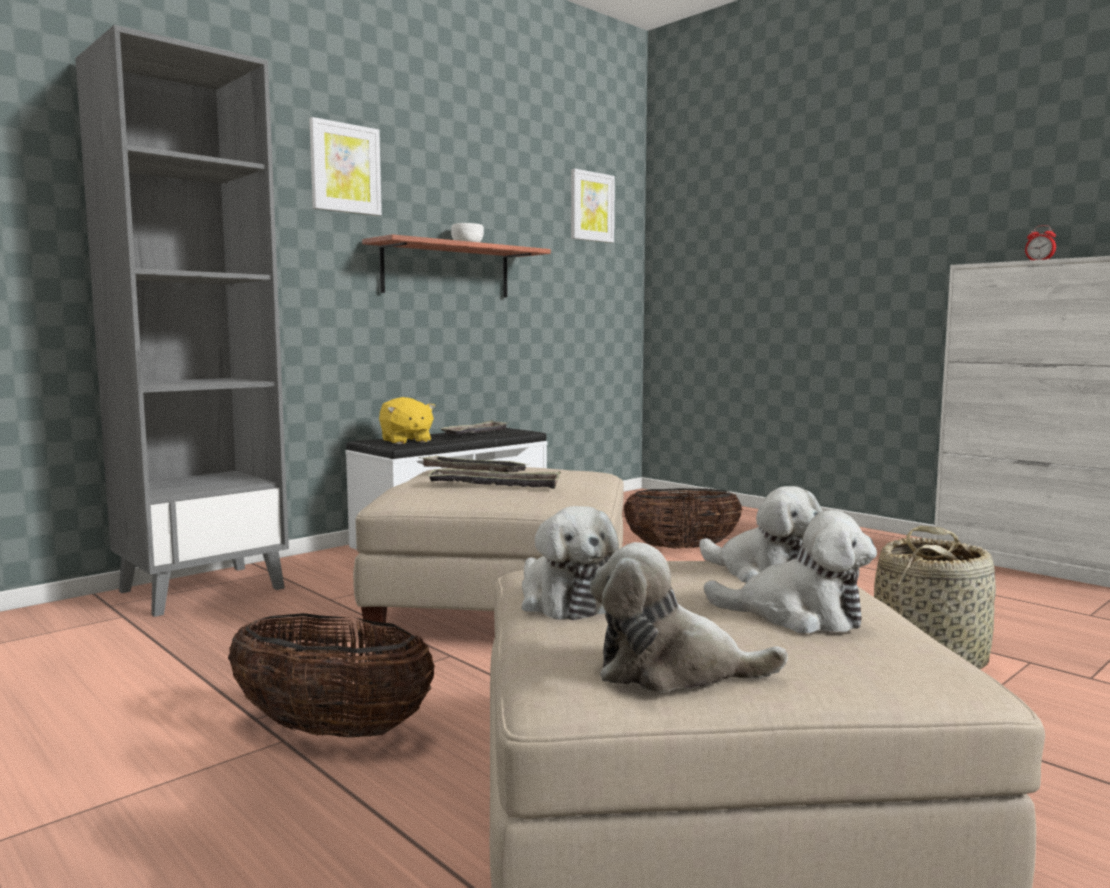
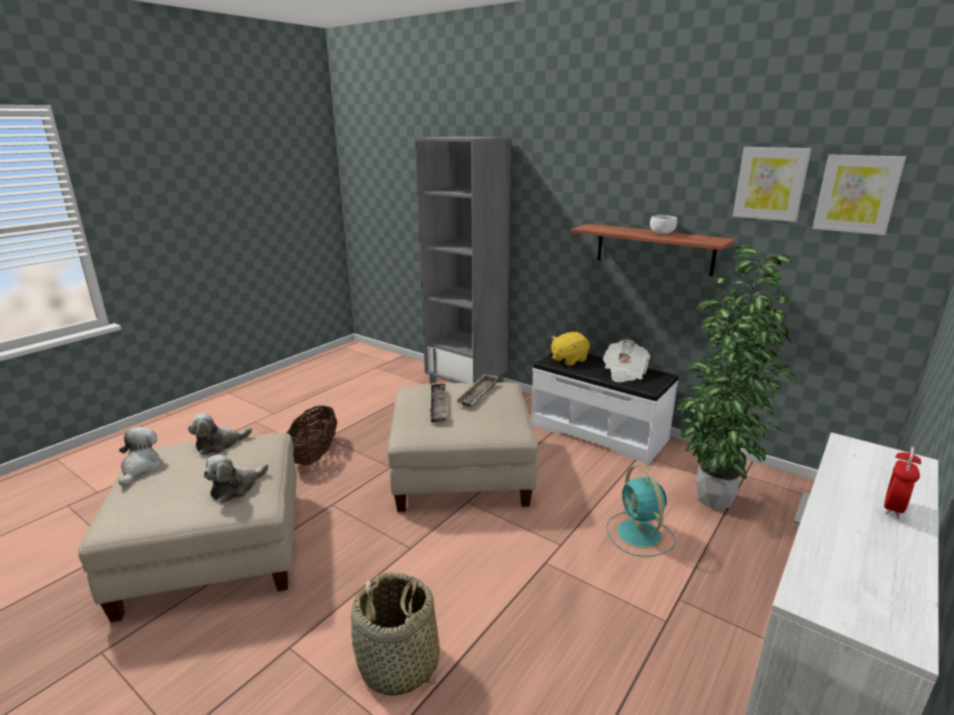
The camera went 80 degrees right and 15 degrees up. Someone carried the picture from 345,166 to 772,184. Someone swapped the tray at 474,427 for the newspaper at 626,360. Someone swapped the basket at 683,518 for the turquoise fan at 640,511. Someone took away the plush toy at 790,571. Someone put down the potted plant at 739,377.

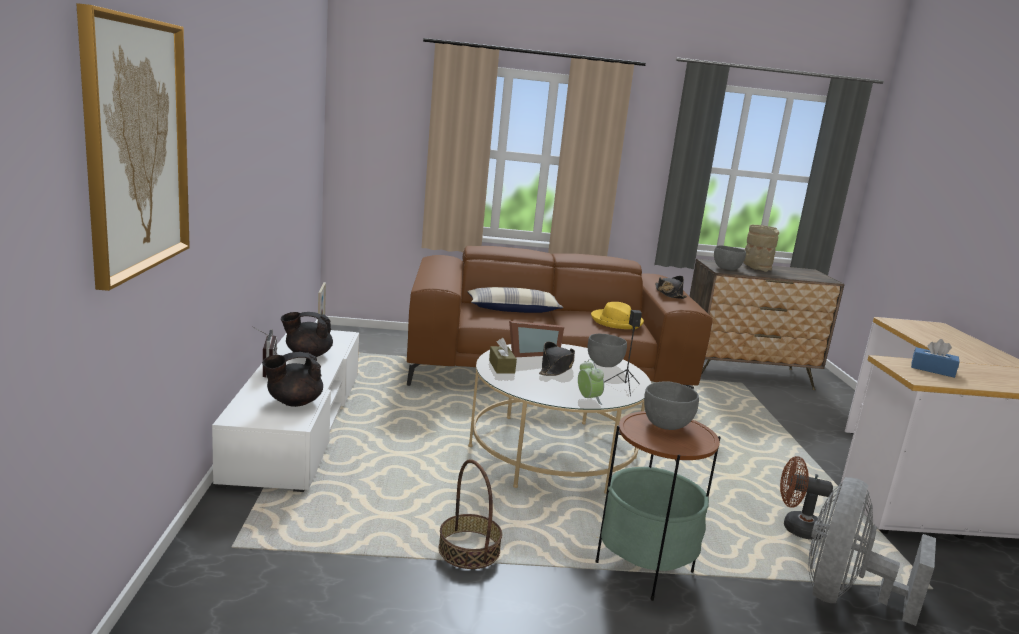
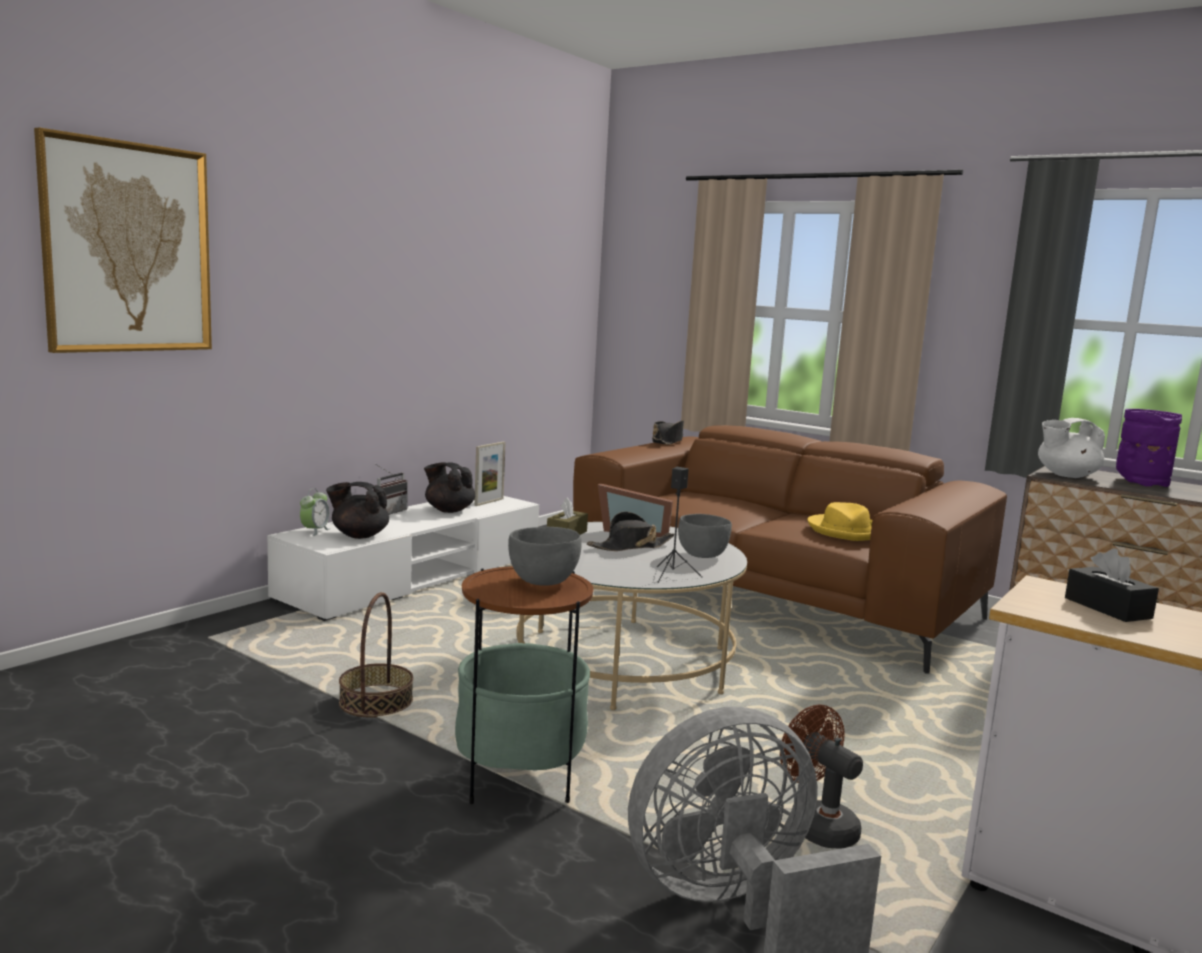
The camera went 40 degrees right and 5 degrees down. Someone took away the pillow at 515,300. Someone carried the alarm clock from 591,382 to 315,512. Someone carried the black hat from 671,287 to 668,433. Someone swapped the grey bowl at 730,258 for the white teapot at 1071,448. Someone repainted the beige vase at 761,248, which became the purple vase at 1149,448. Someone repainted the blue tissue box at 935,358, which became the black tissue box at 1112,585.

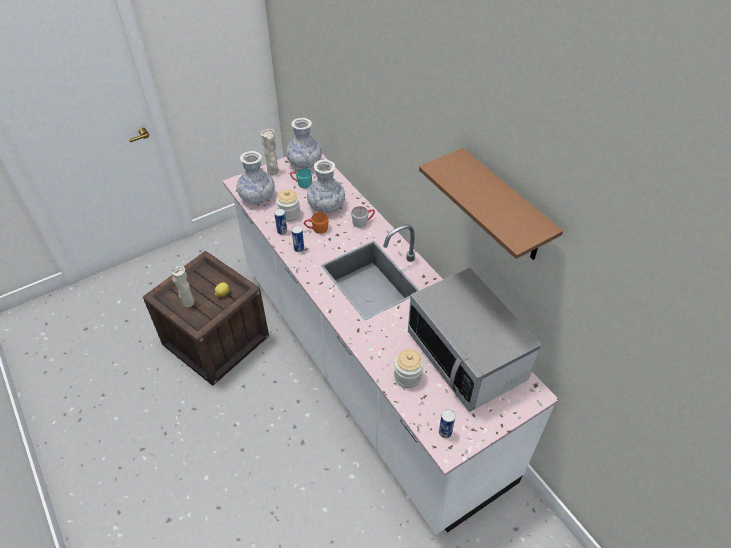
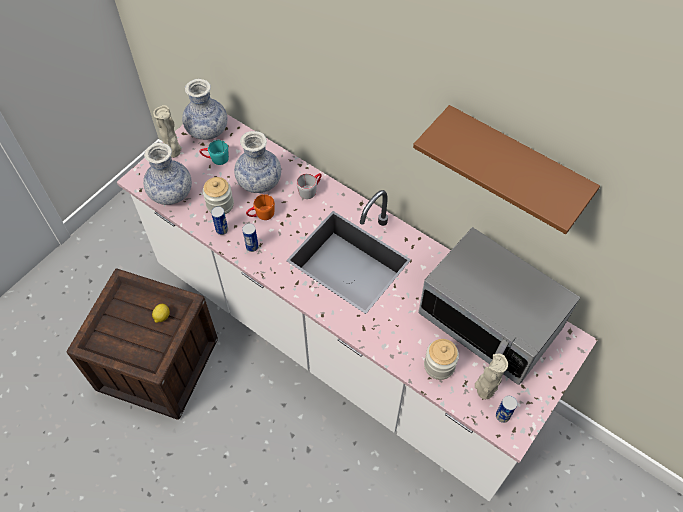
The camera went 20 degrees left and 10 degrees up. Someone carried the beige vase from 182,286 to 491,376.

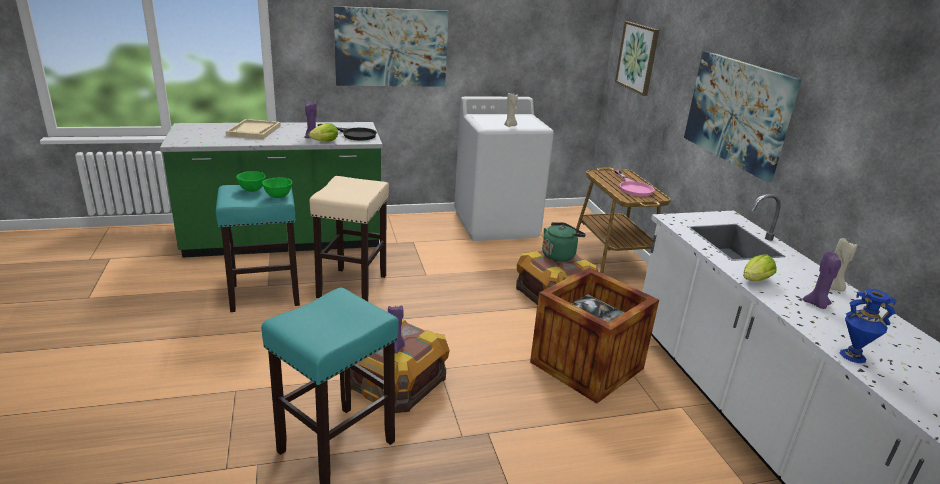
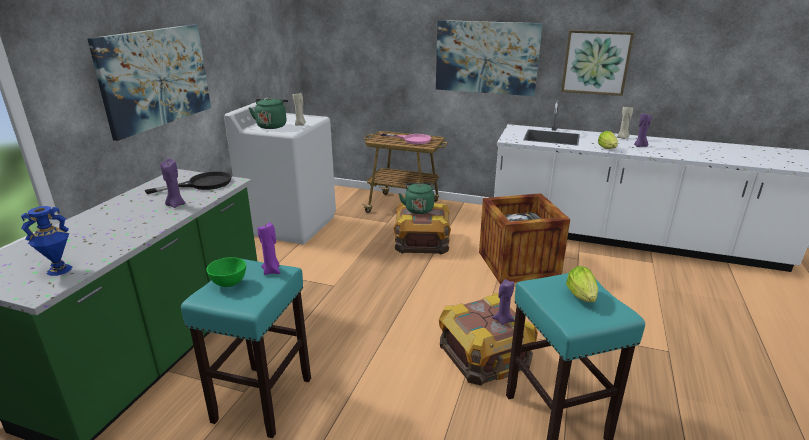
The camera went 55 degrees left and 0 degrees up. Someone took away the beige tray at 253,129. Someone swapped the green bowl at 277,188 for the purple candle at 268,248. Someone carried the lettuce from 323,132 to 582,284. Someone took away the beige stool at 349,238. Someone carried the picture from 637,58 to 597,63. Someone carried the blue vase from 868,326 to 46,241. Someone put down the green kettle at 268,113.

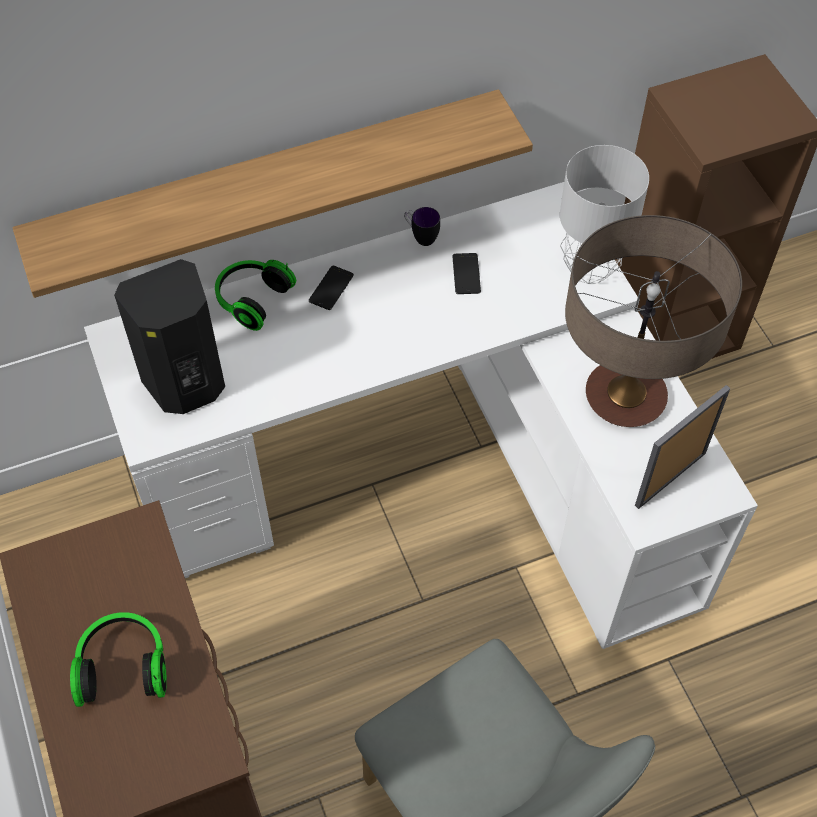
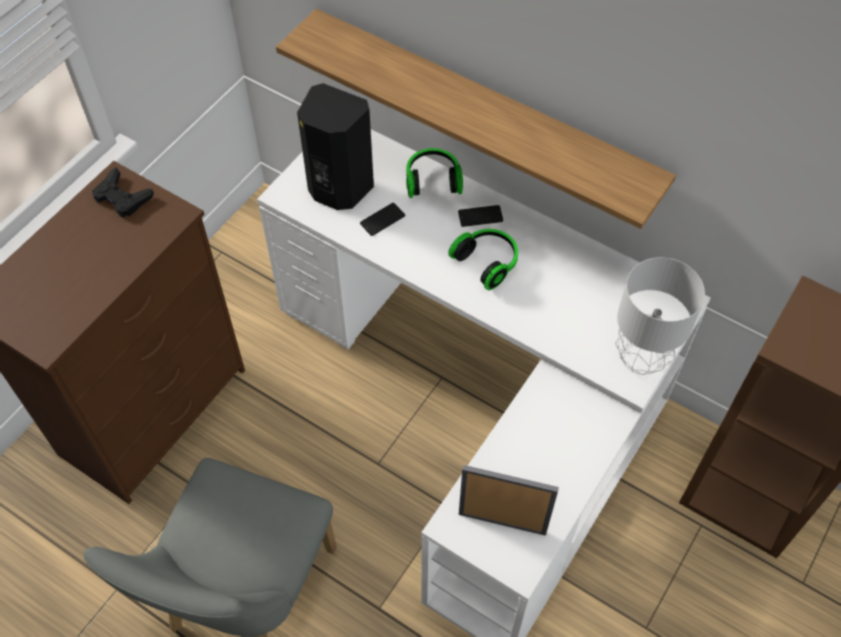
The camera went 55 degrees right and 0 degrees up. Someone carried the headphones from 118,659 to 483,259. Someone took away the mug at 422,226. Someone carried the phone from 466,273 to 382,219. Someone took away the table lamp at 653,321. Someone put down the black game controller at 123,192.

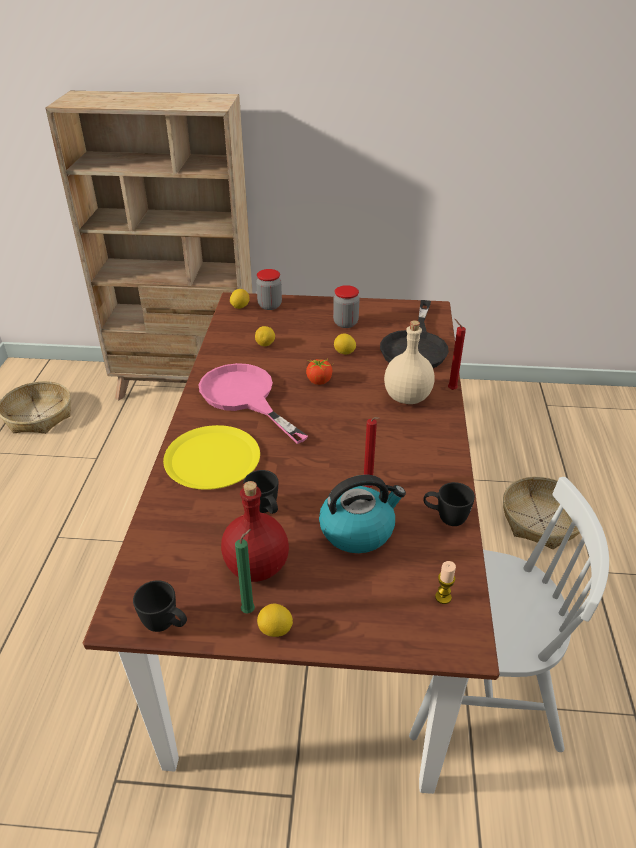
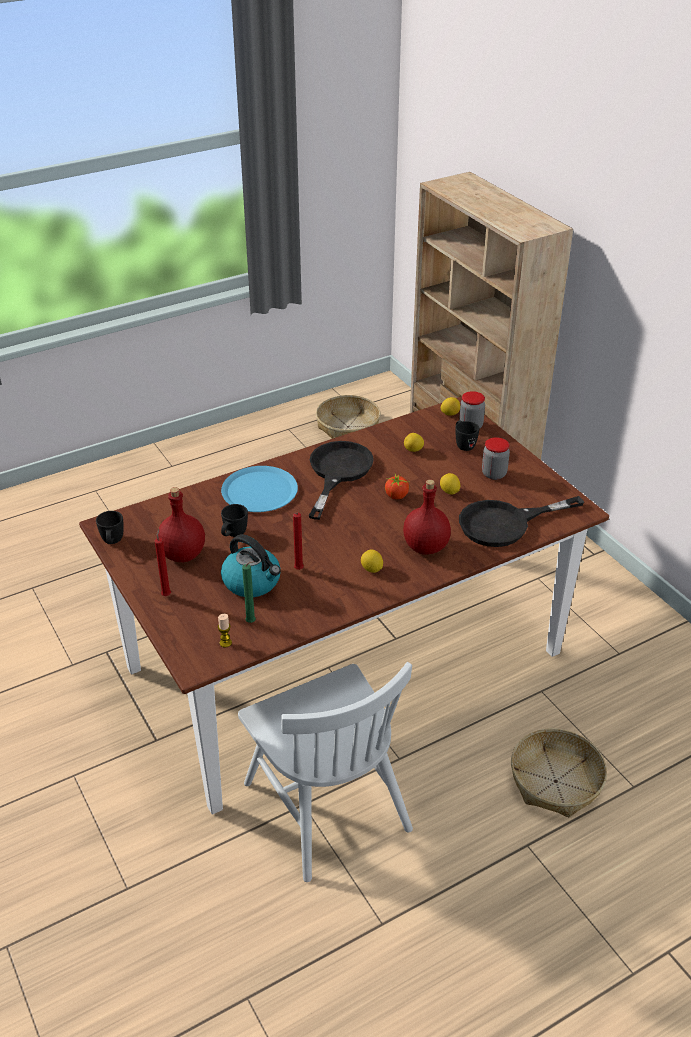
The camera went 55 degrees right and 0 degrees up. Someone repainted the yellow plate at 211,457, which became the blue plate at 259,489. Someone repainted the pink frying pan at 253,403, which became the black frying pan at 341,480. Someone carried the green candle from 245,571 to 249,592. Someone carried the lemon from 275,620 to 372,561. Someone repainted the beige bottle at 409,362, which became the red bottle at 427,516. Someone carried the black mug from 449,504 to 467,436. Someone carried the red candle from 457,354 to 163,562.

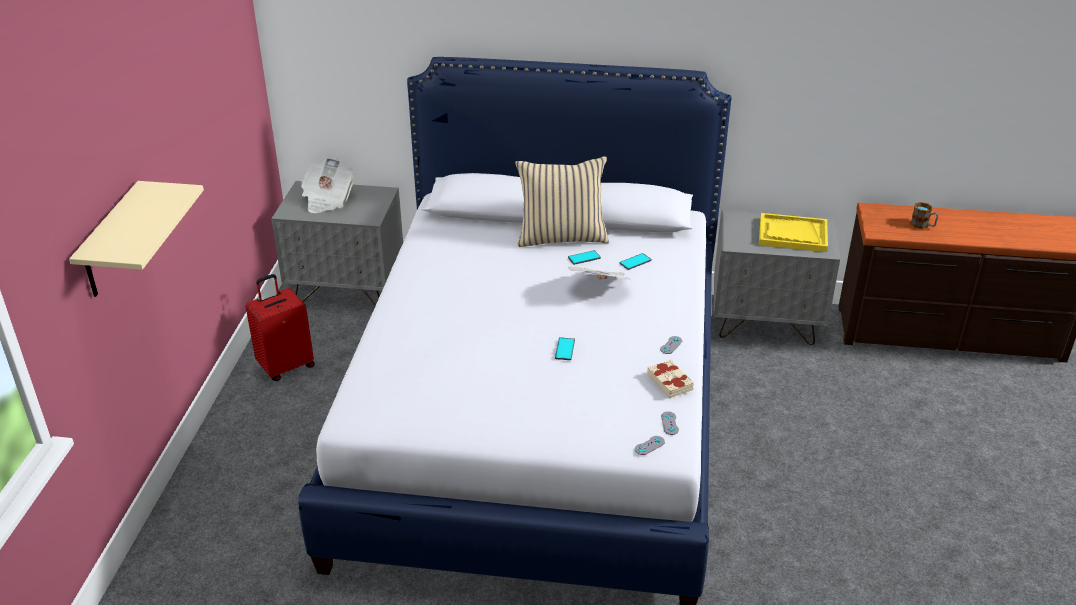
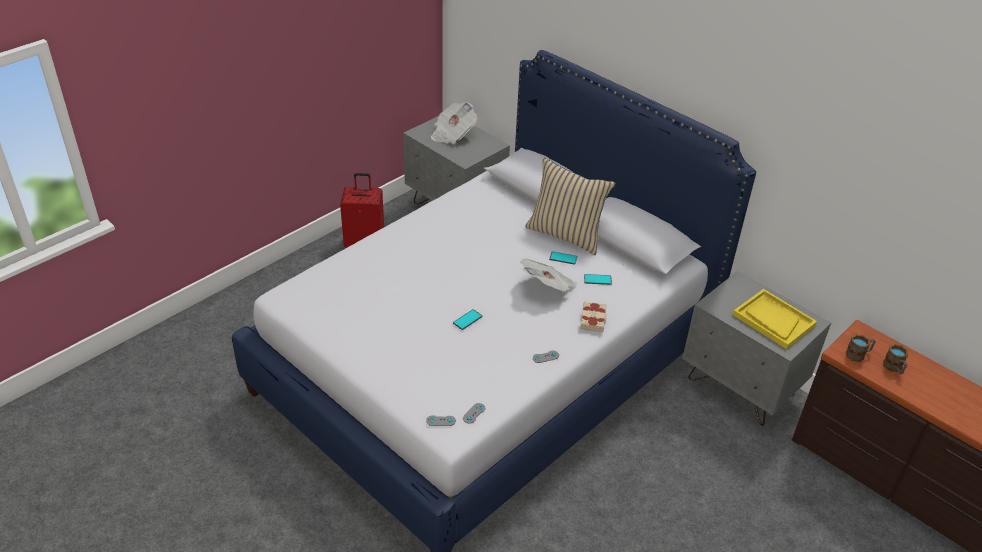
The camera went 35 degrees right and 5 degrees up. Someone took away the beige shelf at 136,239. Someone carried the beige book from 670,378 to 593,316. Someone put down the mug at 861,348.

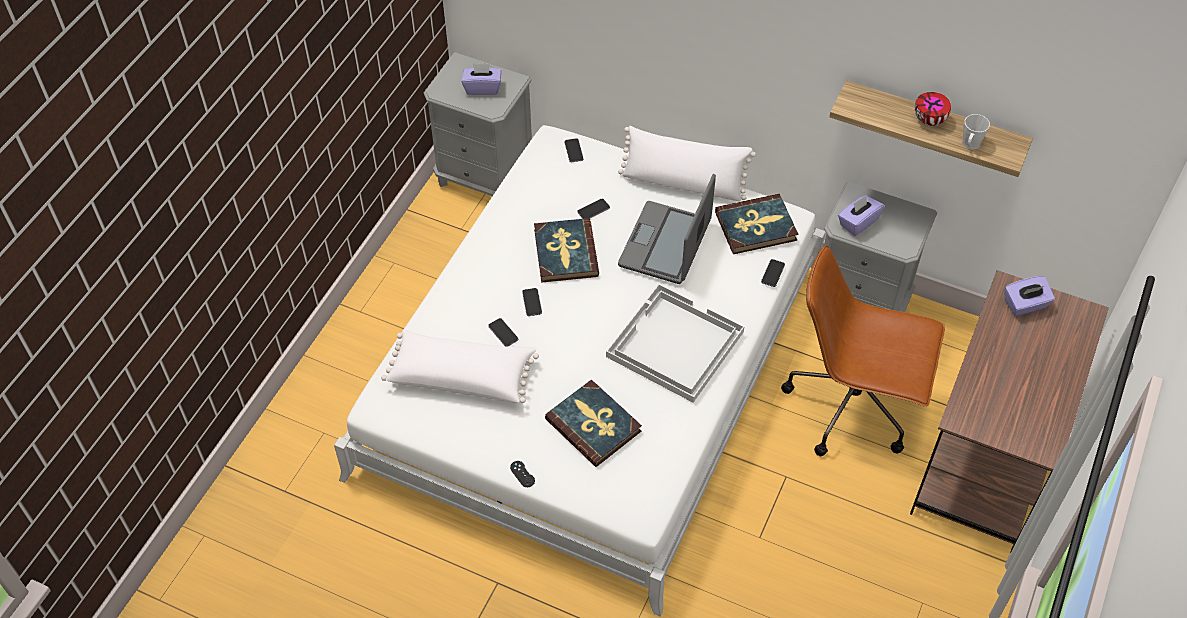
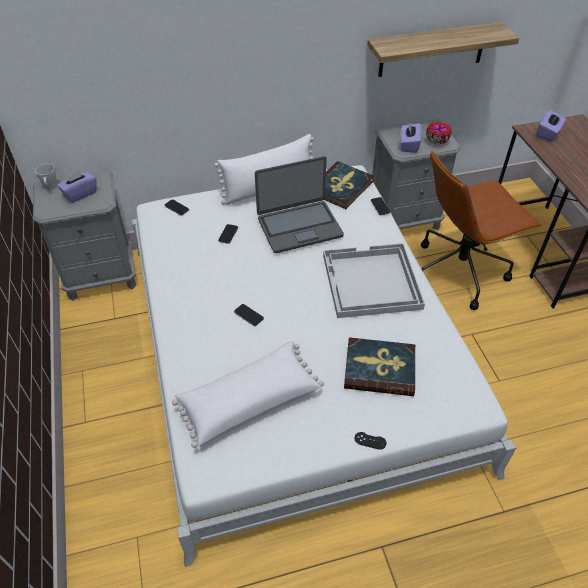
The camera went 40 degrees left and 5 degrees down. Someone took away the phone at 503,332. Someone took away the book at 566,250. Someone rotated the laptop at 667,229 by 90 degrees counterclockwise. Someone carried the bowl from 933,109 to 439,133. Someone carried the grey mug from 976,131 to 46,177.

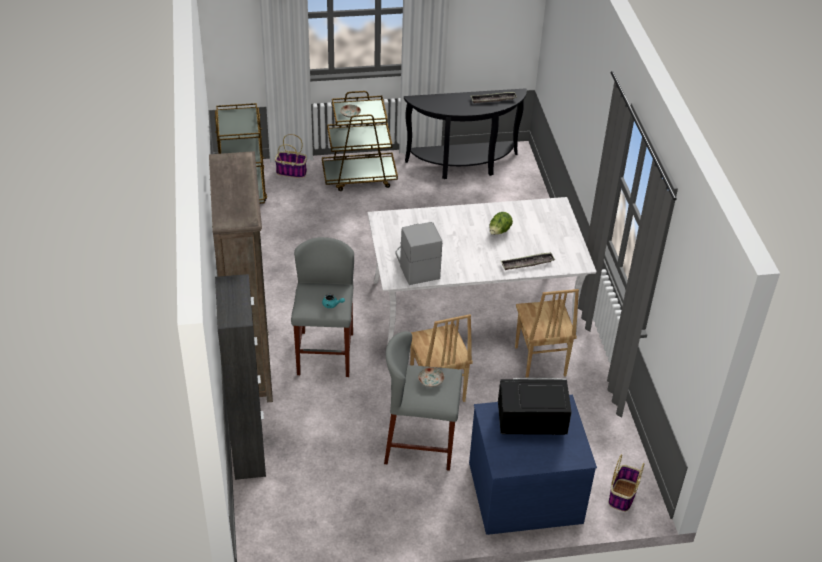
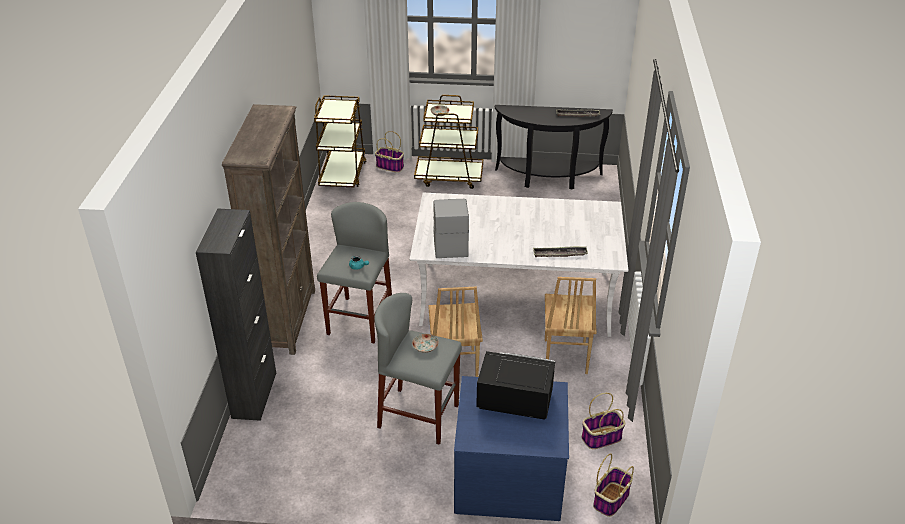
The camera went 15 degrees right and 5 degrees down. Someone took away the lettuce at 501,223. Someone put down the basket at 603,421.

